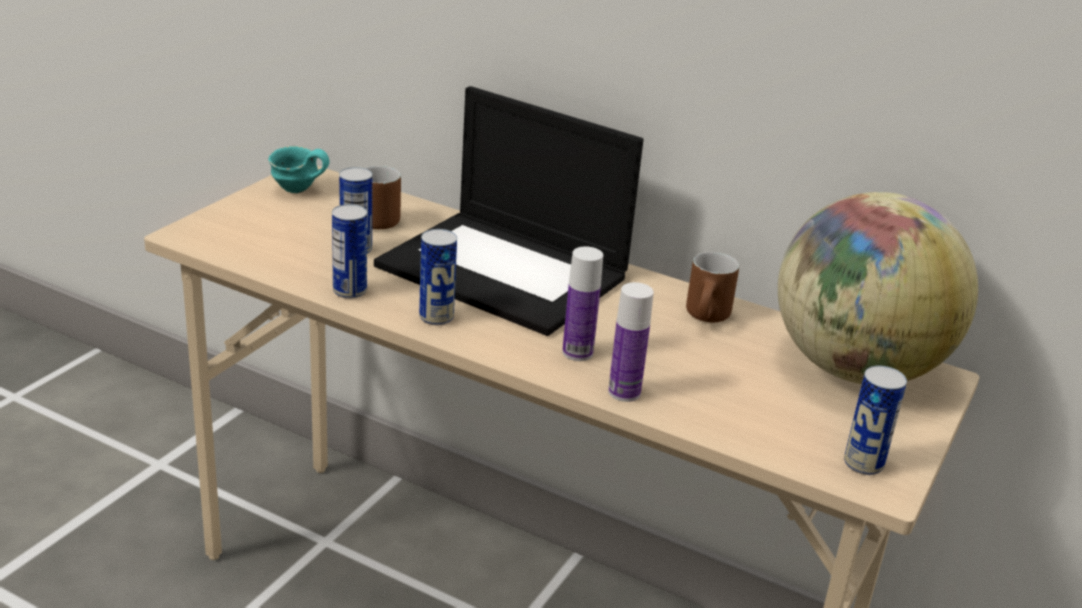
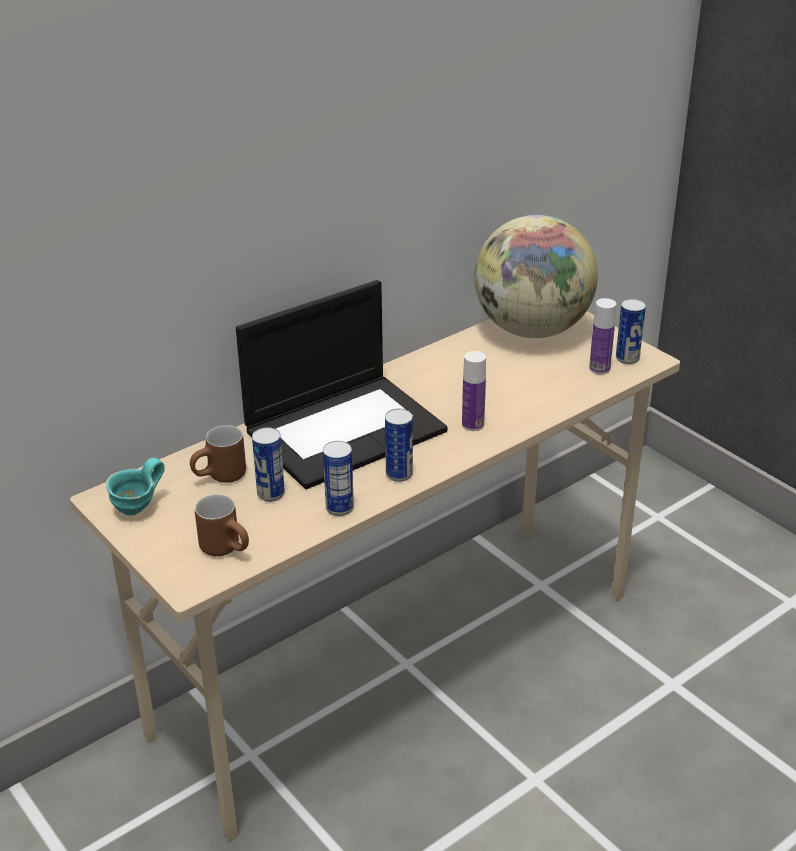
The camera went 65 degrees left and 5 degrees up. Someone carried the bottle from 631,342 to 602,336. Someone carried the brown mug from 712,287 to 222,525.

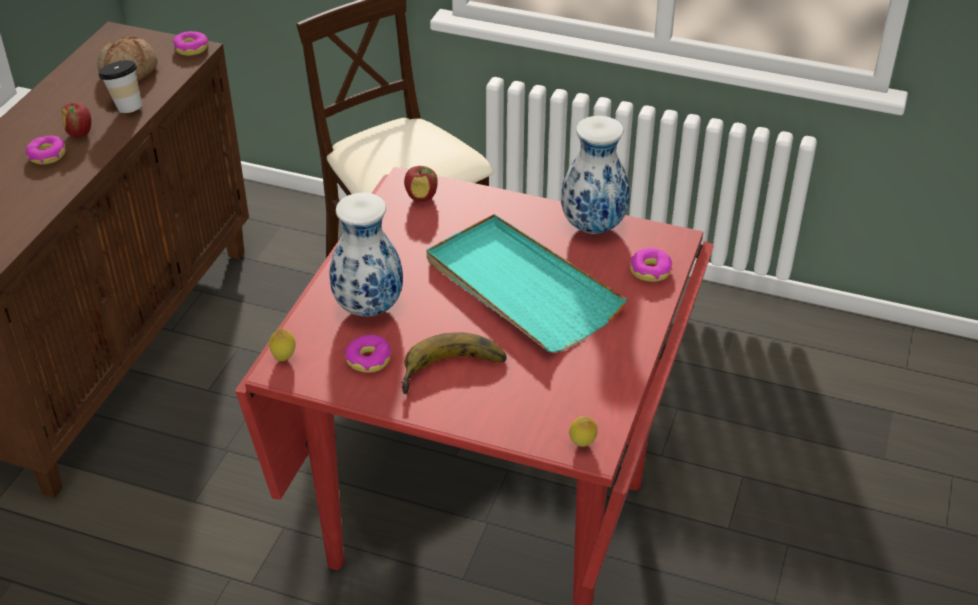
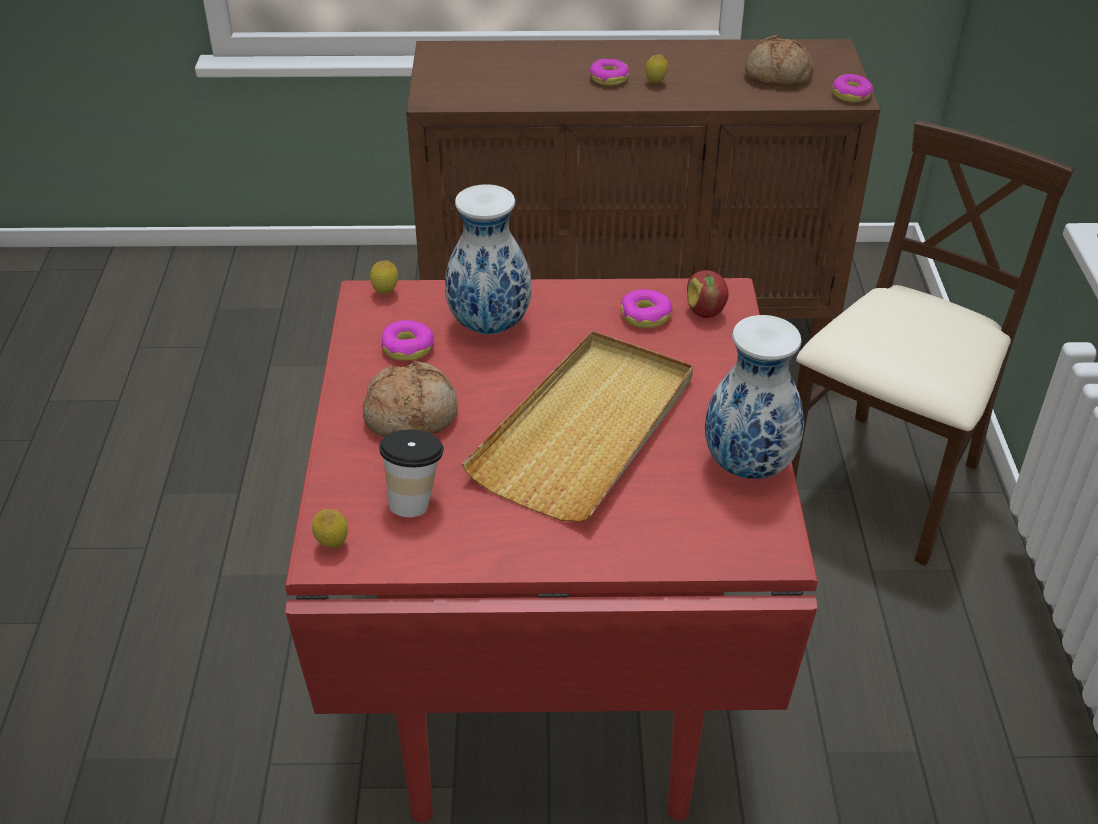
The camera went 70 degrees right and 0 degrees up. Someone swapped the apple at 76,119 for the lemon at 656,68. Someone carried the cup from 120,86 to 411,473. Someone swapped the banana at 454,363 for the bread at 410,399. Someone repainted the turquoise tray at 526,283, which became the beige tray at 577,426. Someone carried the donut from 651,265 to 647,308.

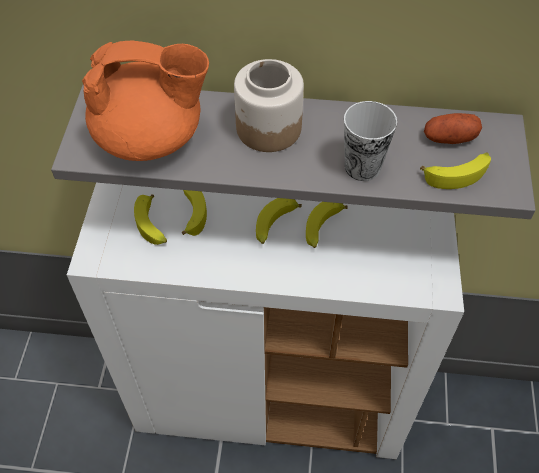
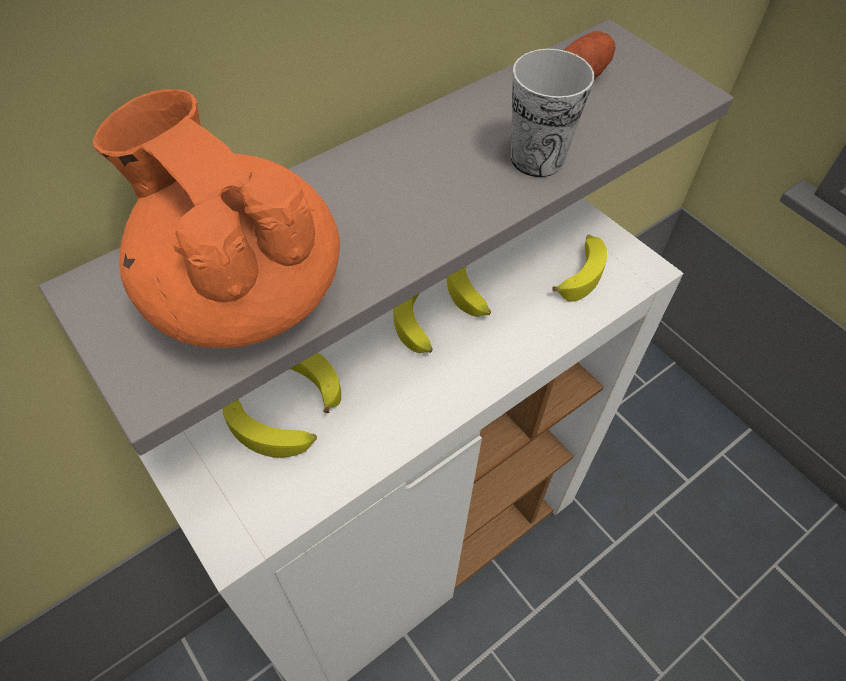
The camera went 45 degrees left and 0 degrees up. Someone rotated the orange teapot at 145,101 by 90 degrees counterclockwise. Someone took away the jar at 269,105. Someone carried the banana from 455,171 to 579,268.

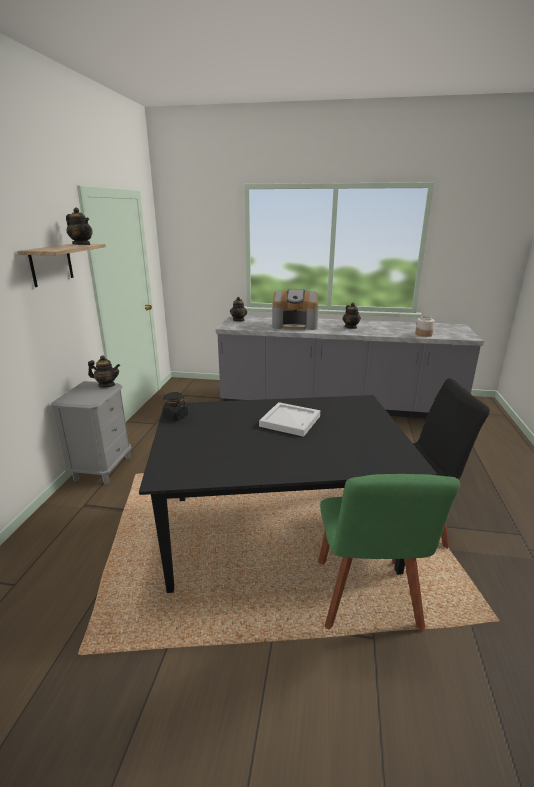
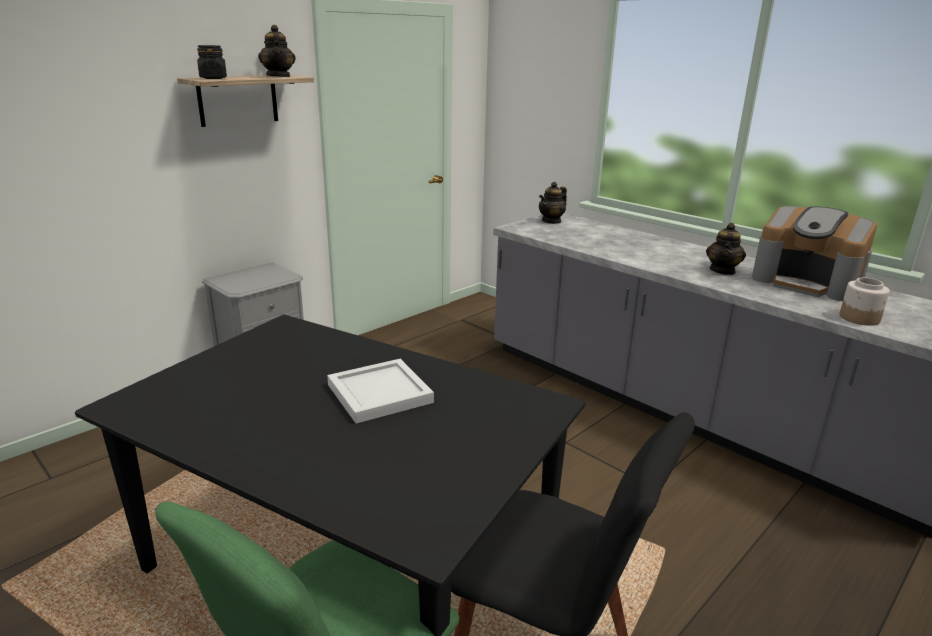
The camera went 35 degrees right and 0 degrees up. Someone took away the teapot at 104,371. Someone carried the black jar from 175,406 to 212,62. Someone carried the coffee machine from 295,309 to 814,253.

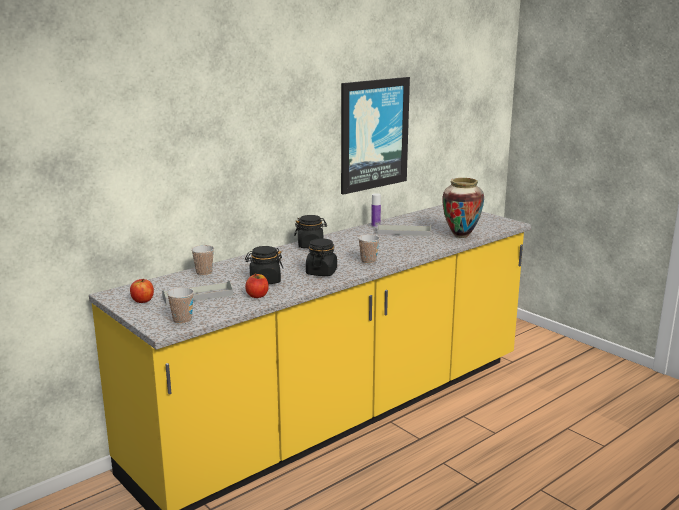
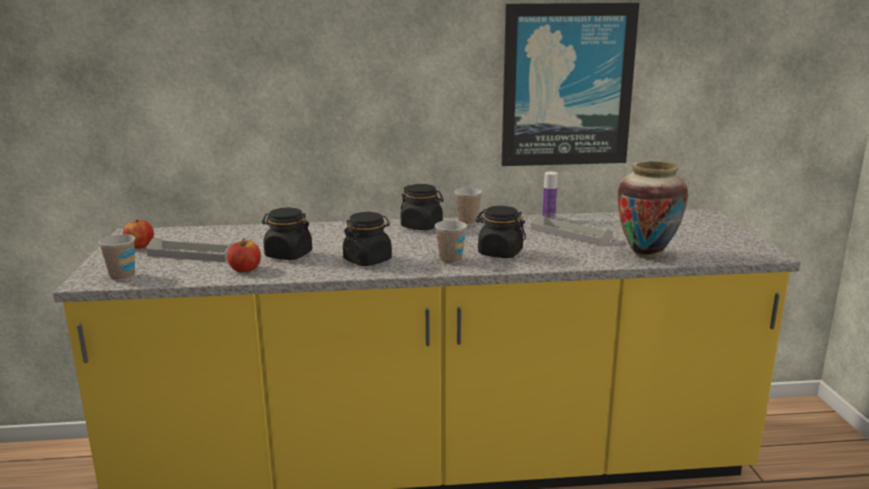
The camera went 35 degrees right and 0 degrees up. Someone carried the cup from 202,260 to 468,206. Someone put down the black jar at 501,232.

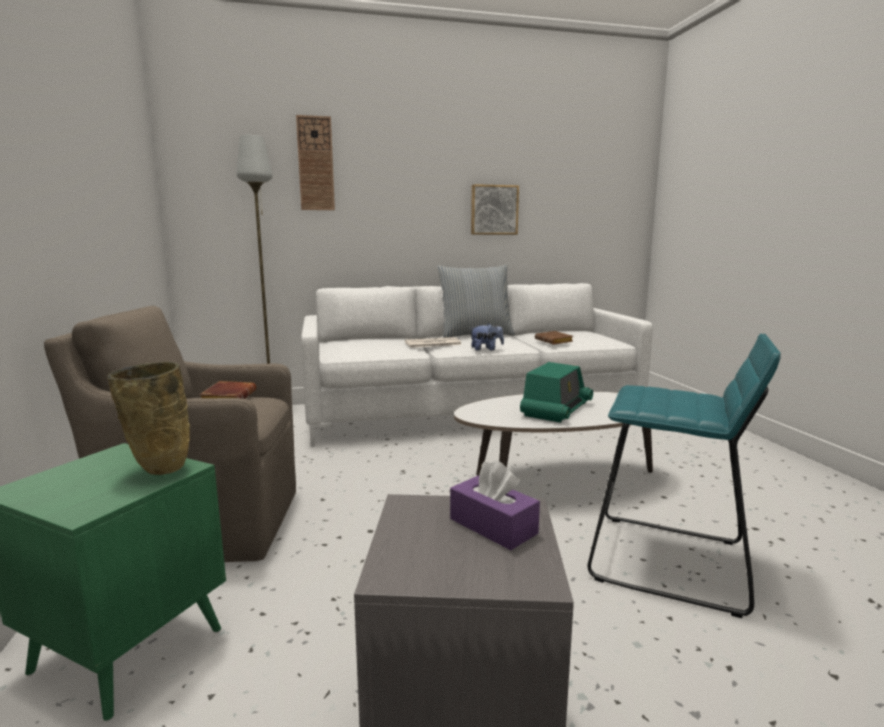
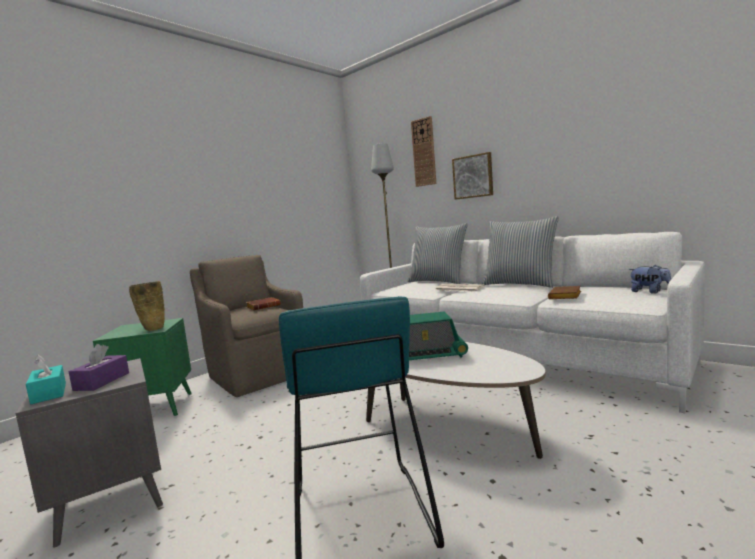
The camera went 55 degrees right and 5 degrees down. Someone carried the plush toy from 486,337 to 650,279. Someone carried the picture from 495,209 to 472,176. Someone put down the turquoise tissue box at 46,379. Someone put down the pillow at 437,253.

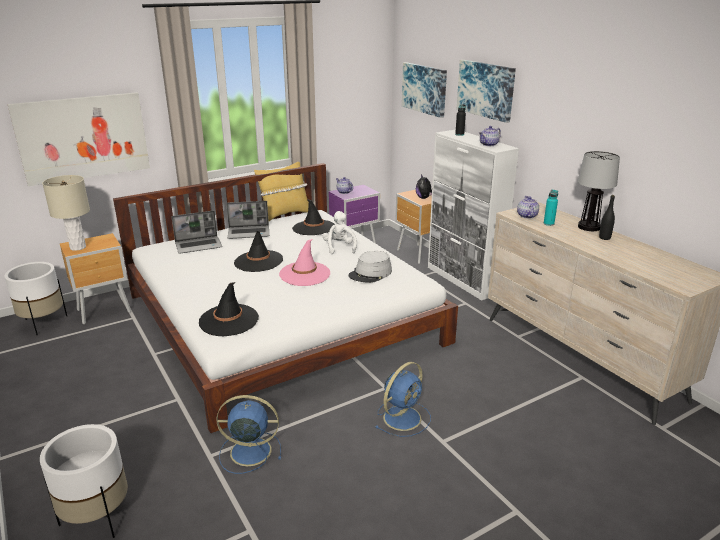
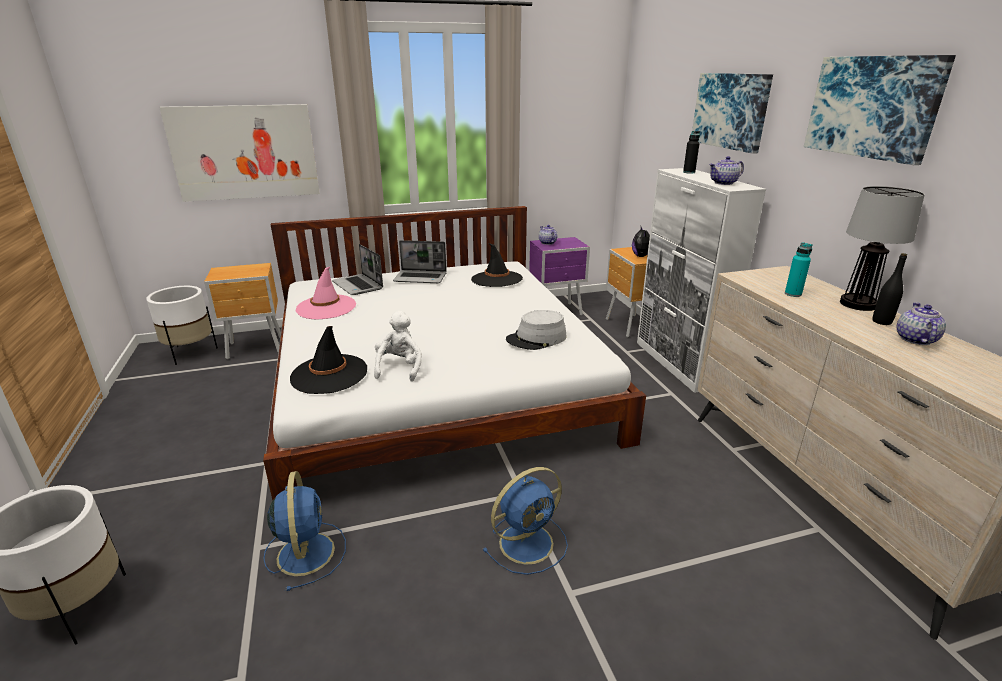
The camera went 15 degrees right and 0 degrees up. Someone took away the beige table lamp at 66,213. Someone rotated the laptop at 197,232 by 60 degrees clockwise. Someone rotated the blue fan at 248,434 by 60 degrees clockwise. Someone took away the black hat at 258,251. Someone took away the yellow pillow at 281,191. Someone carried the pink hat from 304,262 to 326,293. Someone carried the white plush toy from 340,232 to 398,346. Someone carried the picture from 424,90 to 880,110. Someone carried the teapot from 528,207 to 921,323.

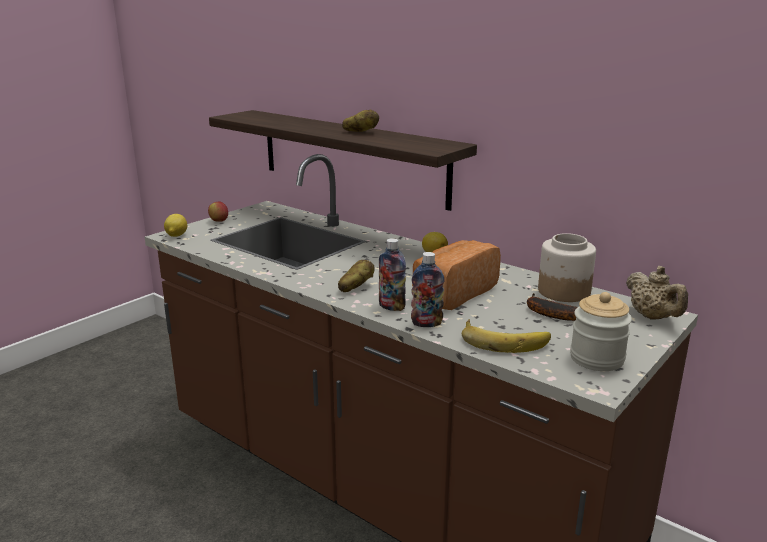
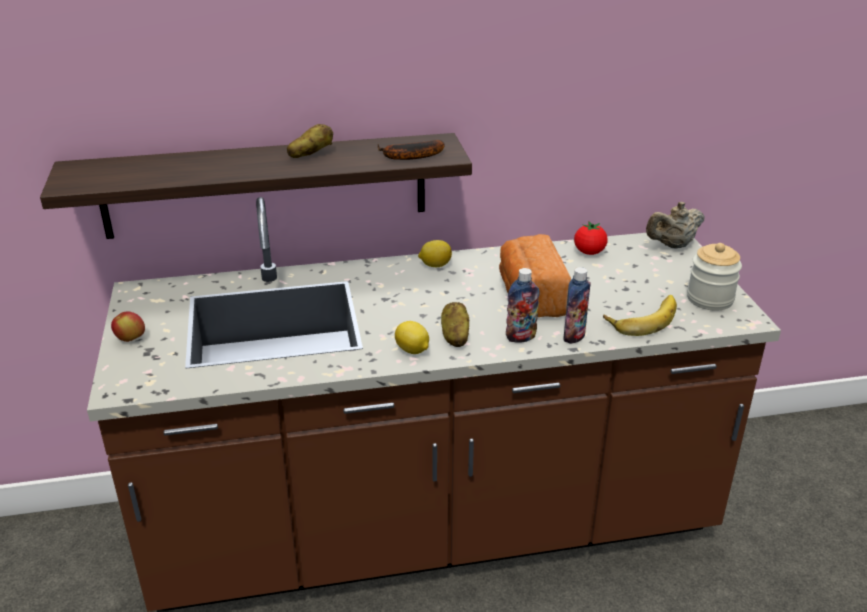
The camera went 50 degrees left and 10 degrees up. Someone carried the lemon from 175,225 to 412,337. Someone carried the banana from 552,307 to 411,150. Someone swapped the jar at 567,267 for the tomato at 591,238. Someone rotated the beige teapot at 657,293 by 135 degrees clockwise.

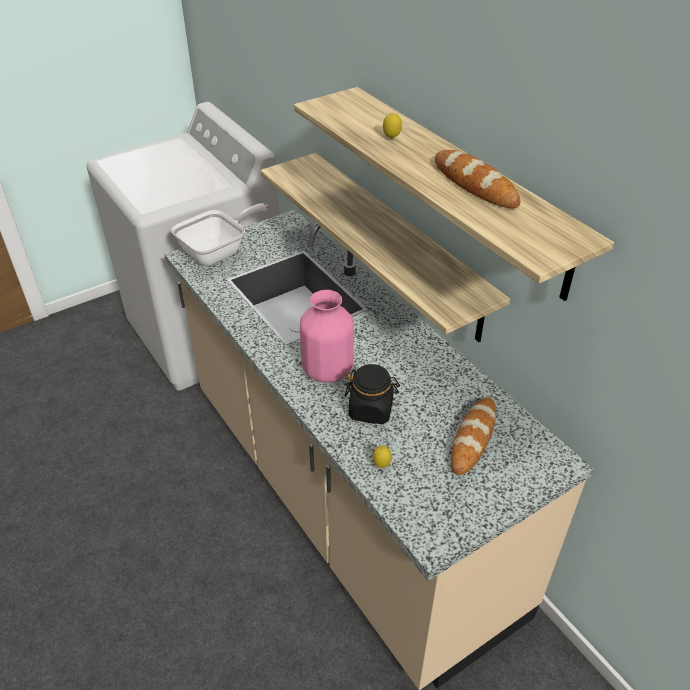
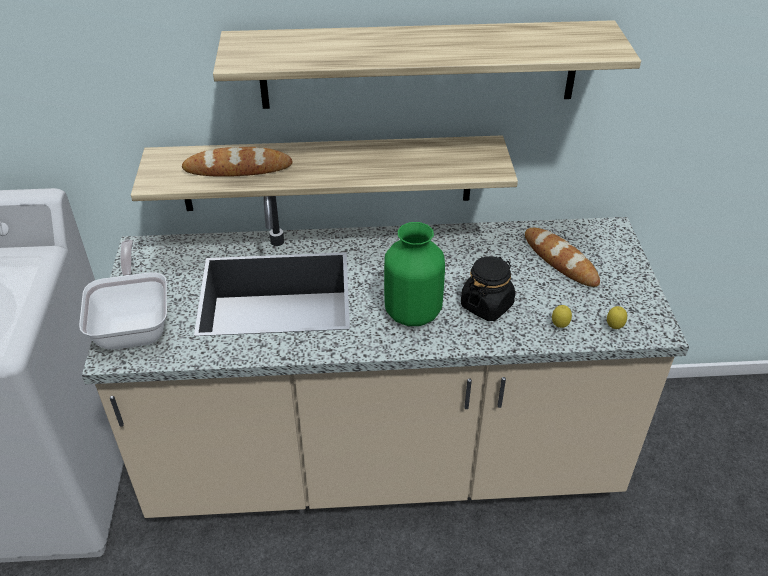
The camera went 60 degrees left and 0 degrees up. Someone repainted the pink vase at 327,336, which became the green vase at 414,274. Someone carried the lemon from 392,125 to 617,317. Someone carried the bread from 477,179 to 237,162.

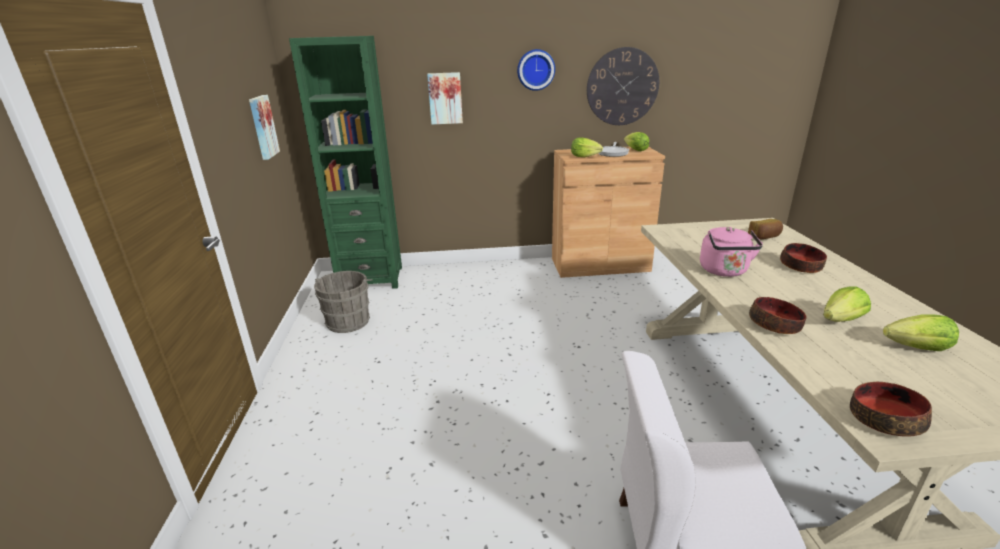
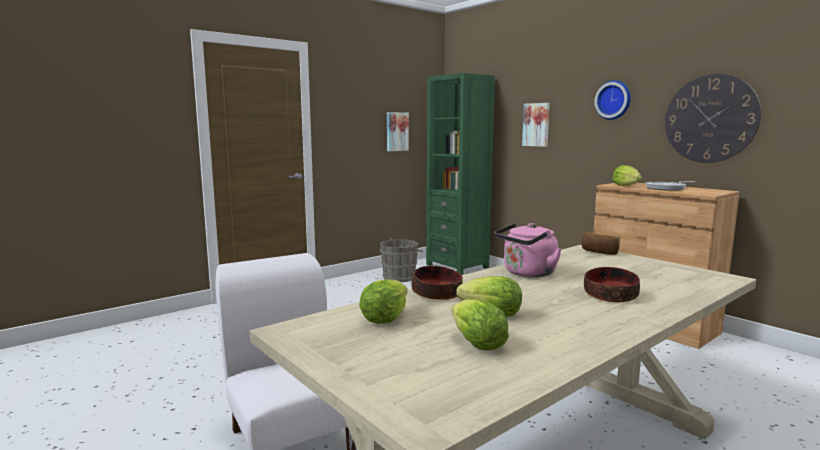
The camera went 55 degrees right and 15 degrees down. Someone carried the lettuce from 636,141 to 383,302. Someone carried the bread from 765,229 to 600,243. Someone took away the bowl at 891,409.

